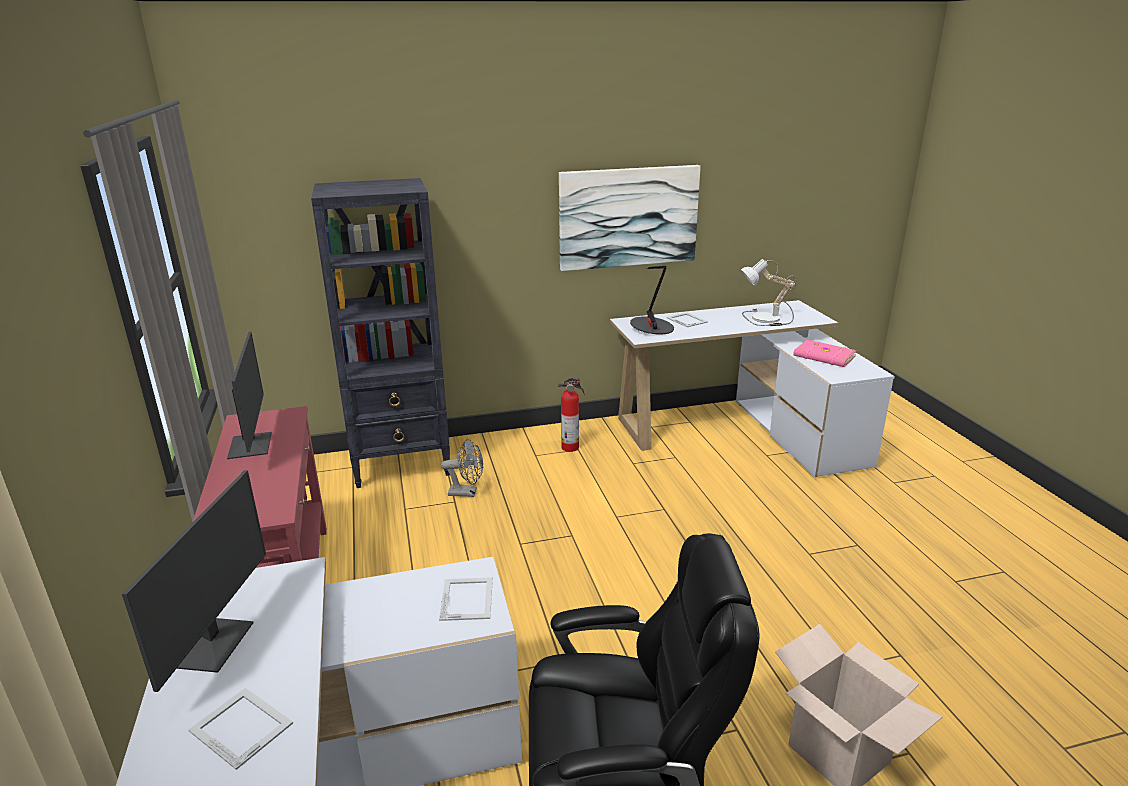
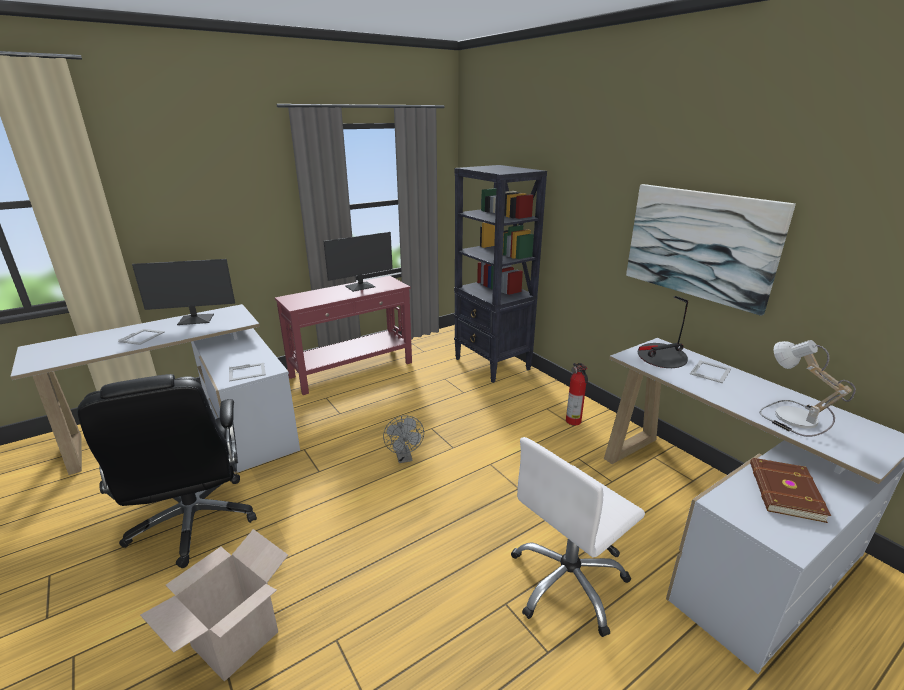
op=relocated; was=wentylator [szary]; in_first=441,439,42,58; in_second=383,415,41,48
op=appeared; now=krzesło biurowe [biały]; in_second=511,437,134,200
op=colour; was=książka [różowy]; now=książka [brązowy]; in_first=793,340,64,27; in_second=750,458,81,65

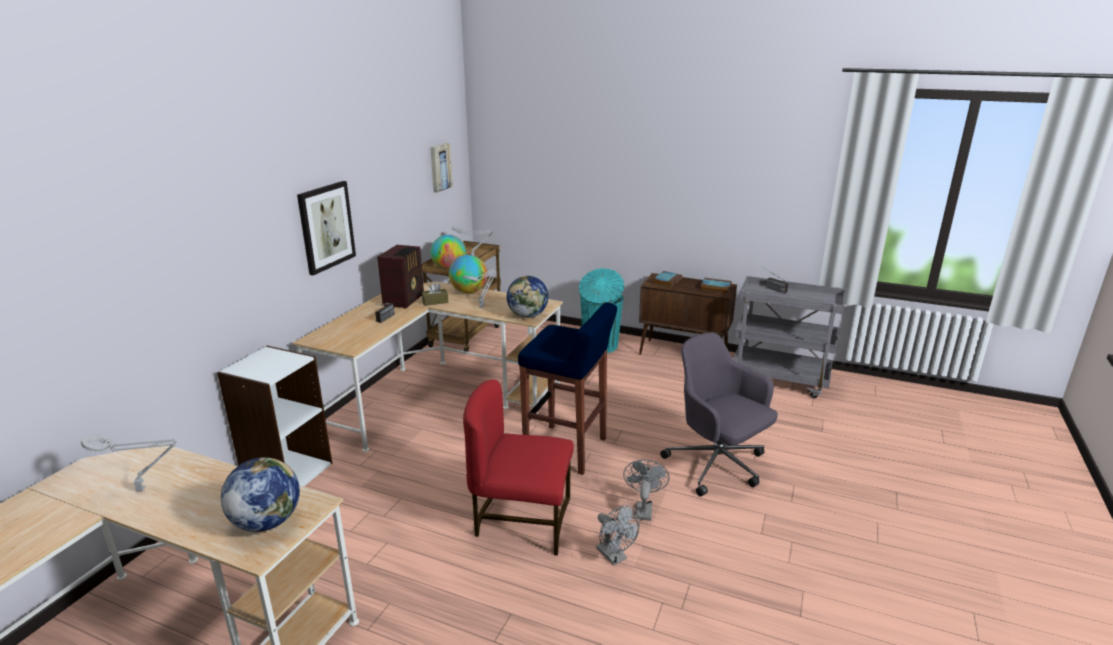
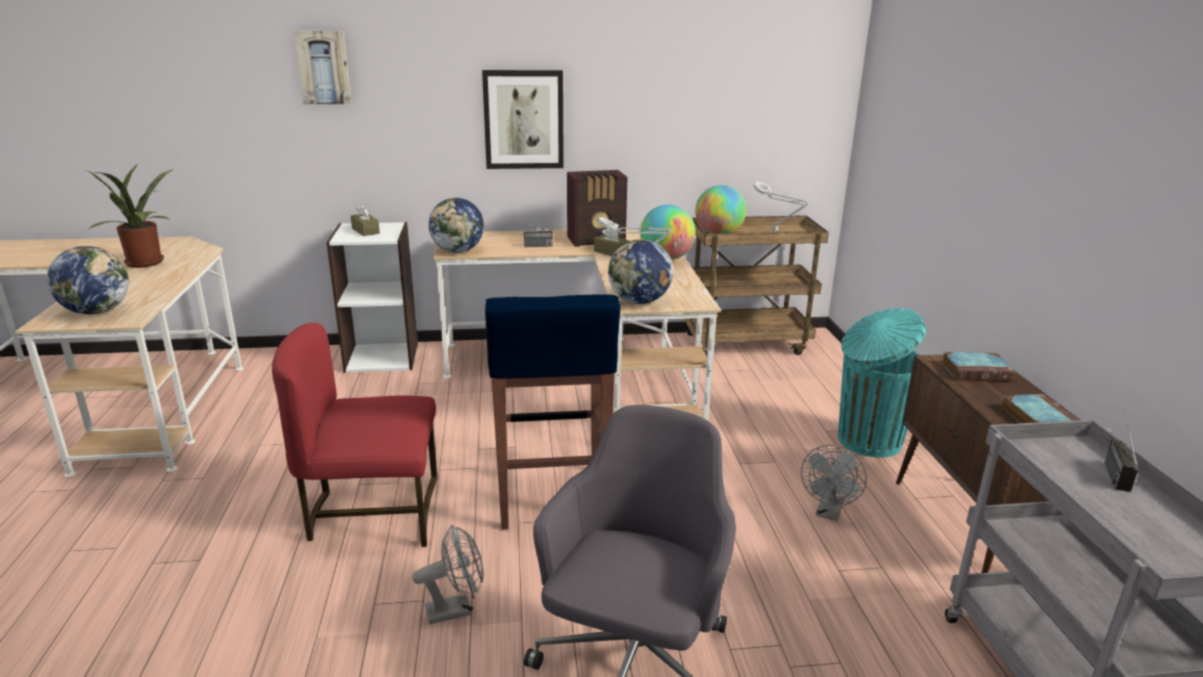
op=exchanged; was=lampa stołowa [szary]; now=roślina doniczkowa; in_first=81,434,96,58; in_second=86,165,88,103
op=spun; was=krzesło [czerwony]; in_first=463,380,111,176; in_second=272,323,165,224; clockwise=-75
op=relocated; was=obraz; in_first=430,143,23,50; in_second=294,31,57,73
op=appeared; now=pudełko chusteczek [brązowy]; in_second=351,204,29,32
op=appeared; now=globus; in_second=429,198,55,55
op=relocated; was=wentylator [szary]; in_first=596,505,44,60; in_second=801,445,66,76

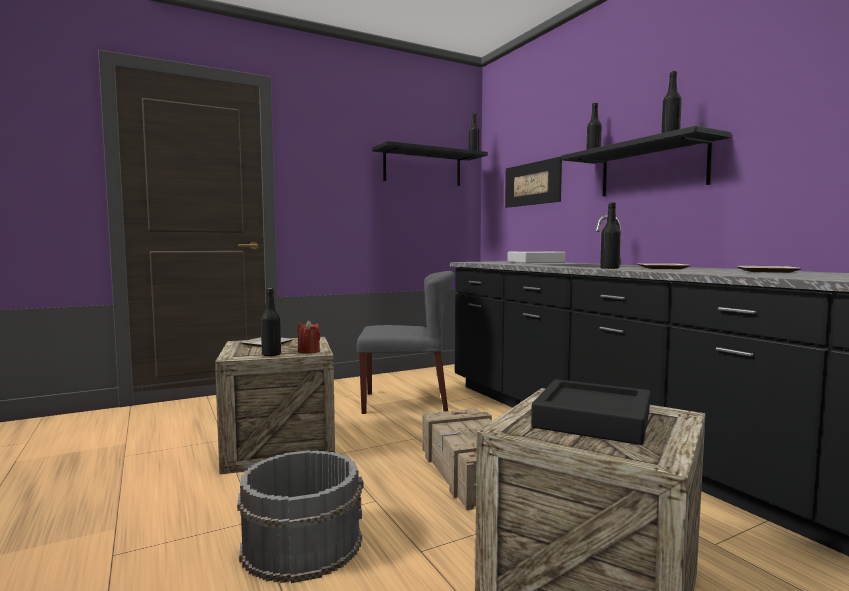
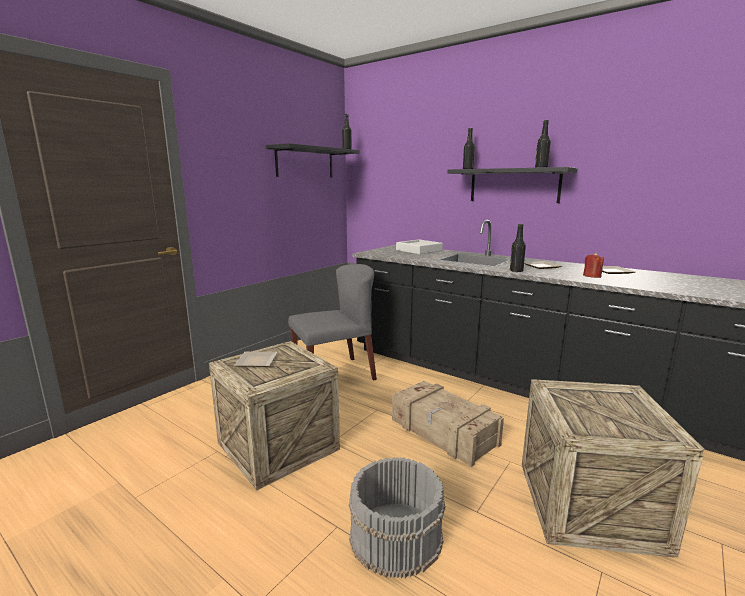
op=relocated; was=świeca [czerwony]; in_first=298,320,23,34; in_second=583,252,22,26
op=missing; was=butelka [czarny]; in_first=261,288,20,69
op=missing; was=obraz; in_first=505,157,57,51
op=missing; was=taca [czarny]; in_first=531,379,119,66

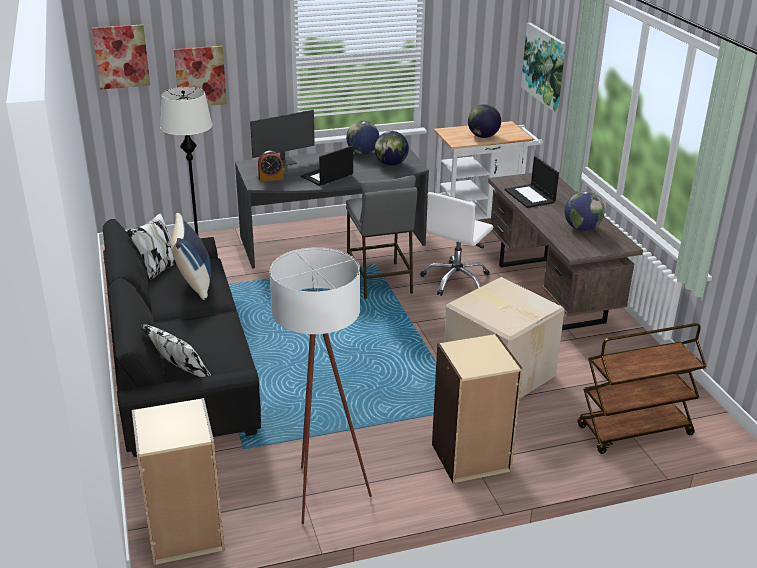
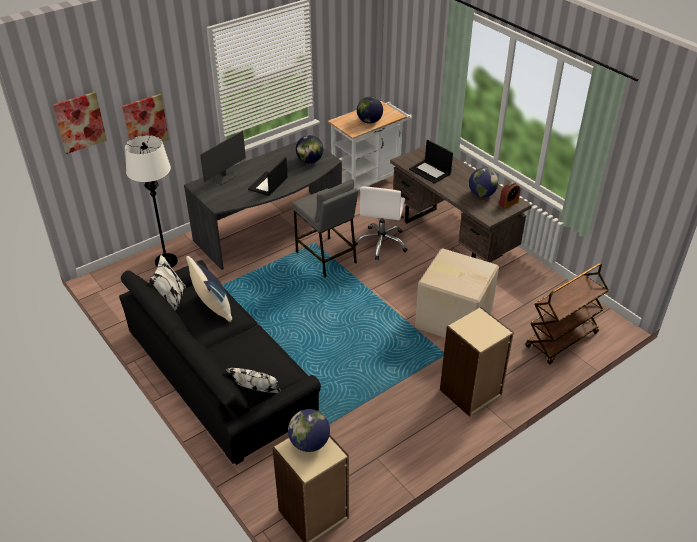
op=relocated; was=globus; in_first=346,121,33,33; in_second=288,409,42,43
op=relocated; was=budzik; in_first=258,151,25,31; in_second=499,182,21,27
op=missing; was=lampa stojąca [biały]; in_first=269,247,103,277
op=missing; was=obraz; in_first=521,22,45,90

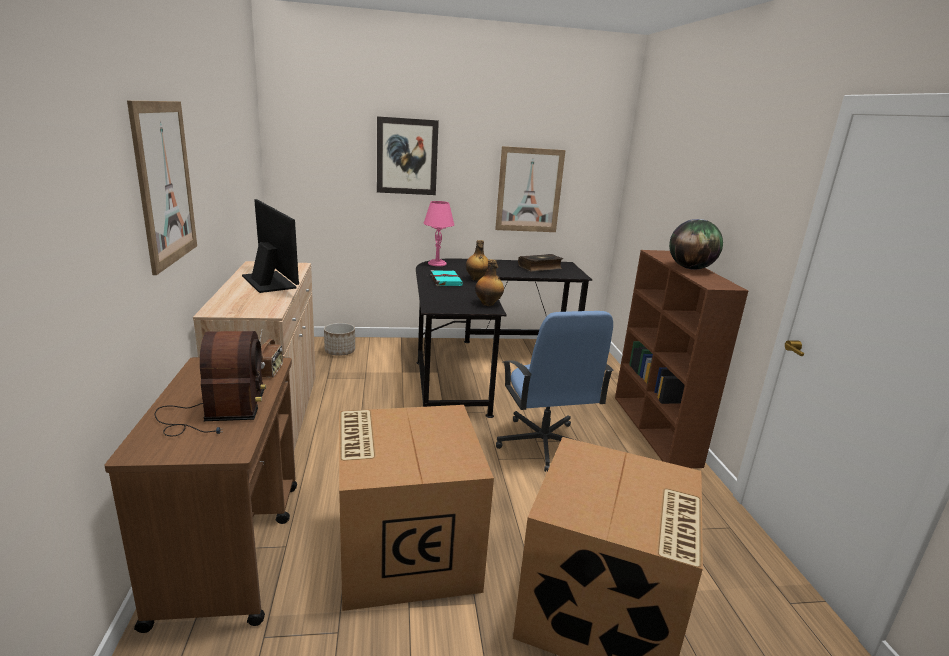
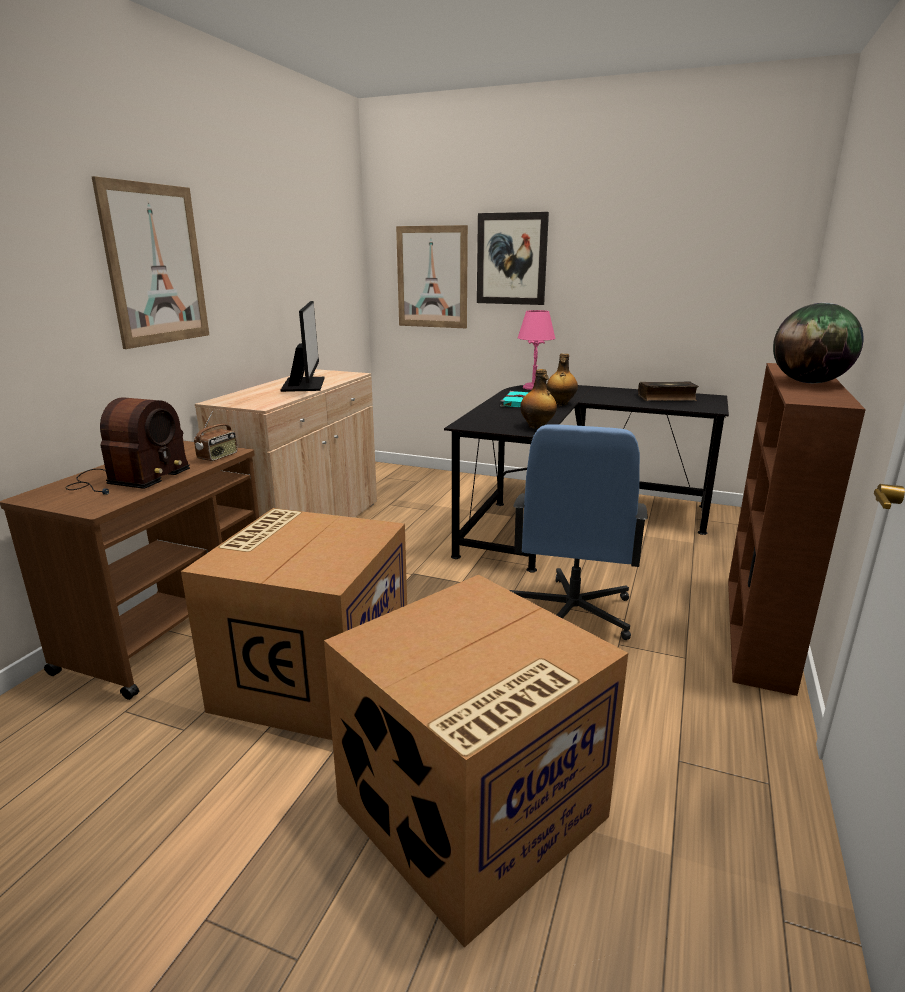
op=relocated; was=obraz; in_first=495,146,71,86; in_second=396,225,72,103
op=missing; was=donica; in_first=324,323,31,33

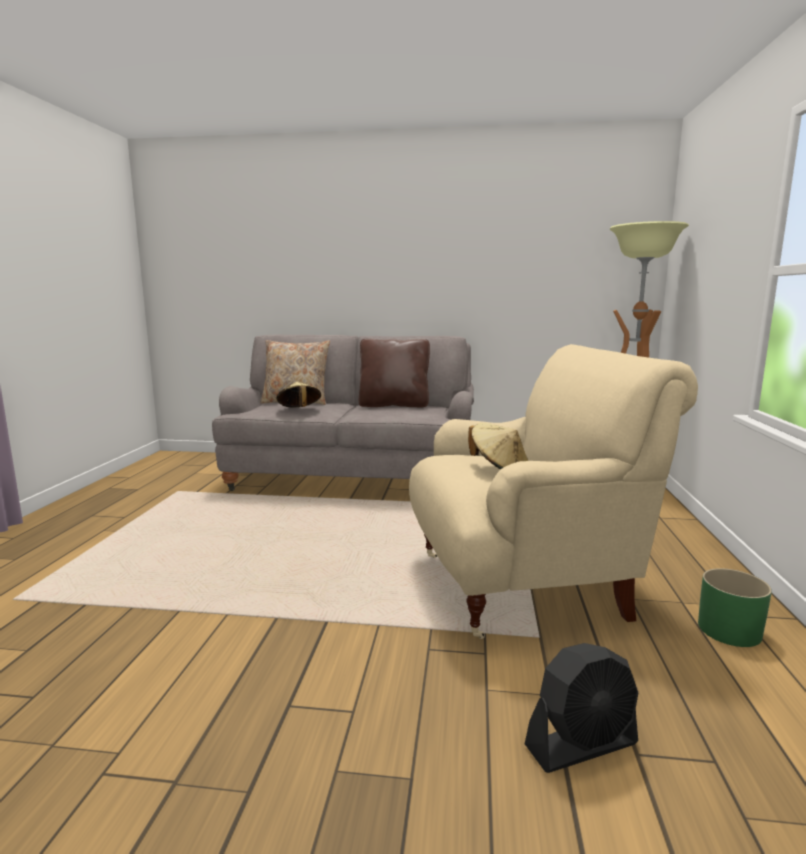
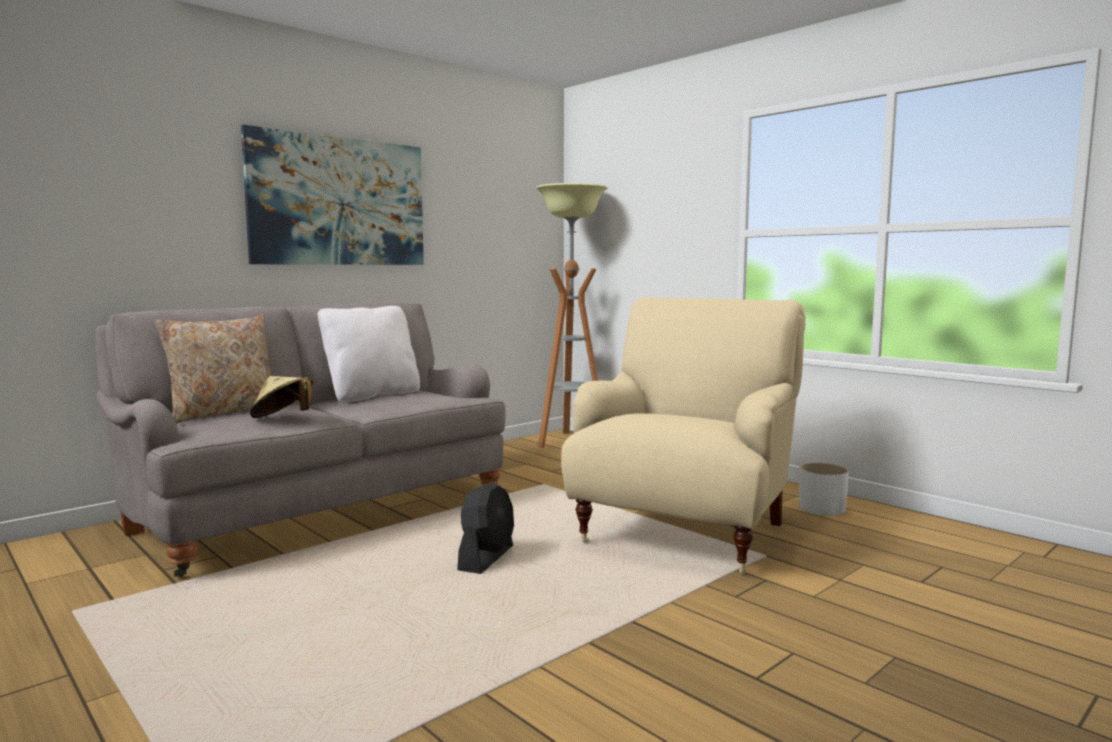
op=appeared; now=obraz; in_second=241,125,183,140
op=colour; was=poduszka [brązowy]; now=poduszka [biały]; in_first=359,338,71,70; in_second=318,306,102,97
op=relocated; was=wentylator [czarny]; in_first=525,643,113,130; in_second=457,482,57,92
op=colour; was=donica [zielony]; now=donica [biały]; in_first=698,568,74,79; in_second=799,463,50,53
op=missing; was=kapelusz [beżowy]; in_first=468,423,60,47

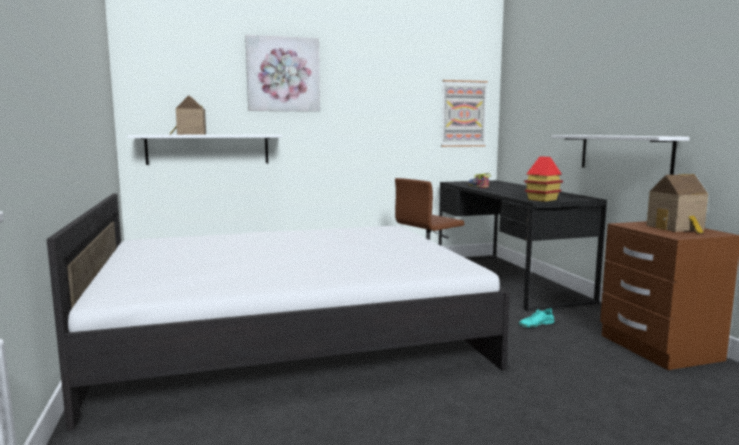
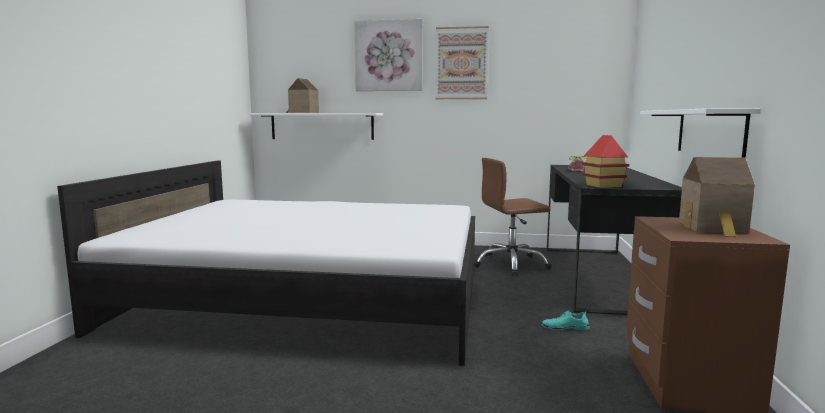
op=relocated; was=obraz; in_first=441,80,47,67; in_second=435,26,54,73

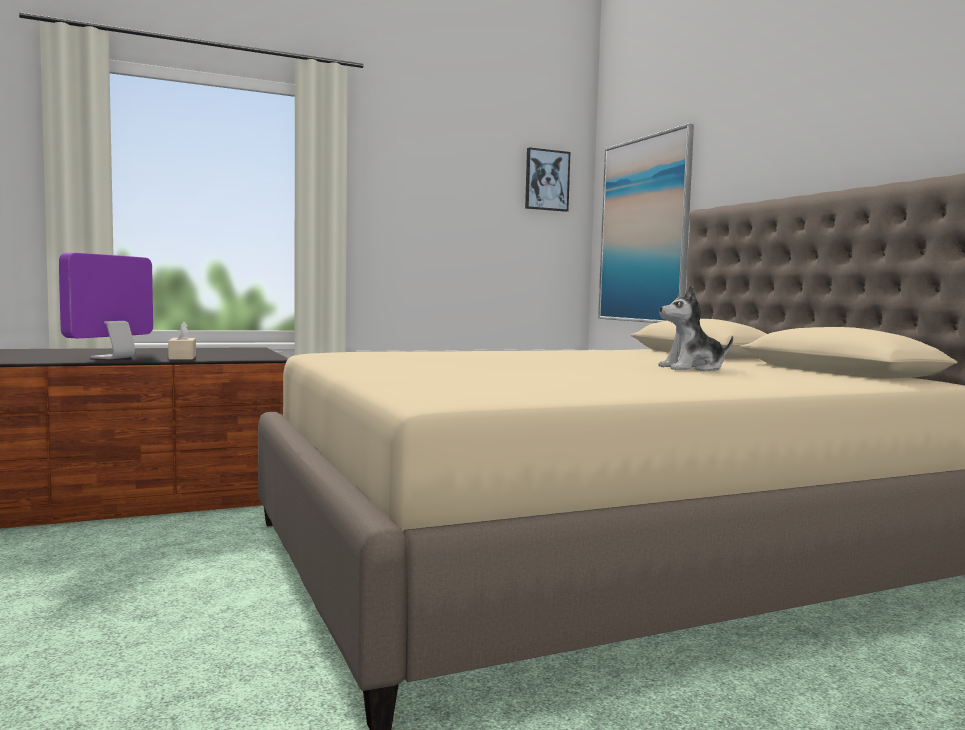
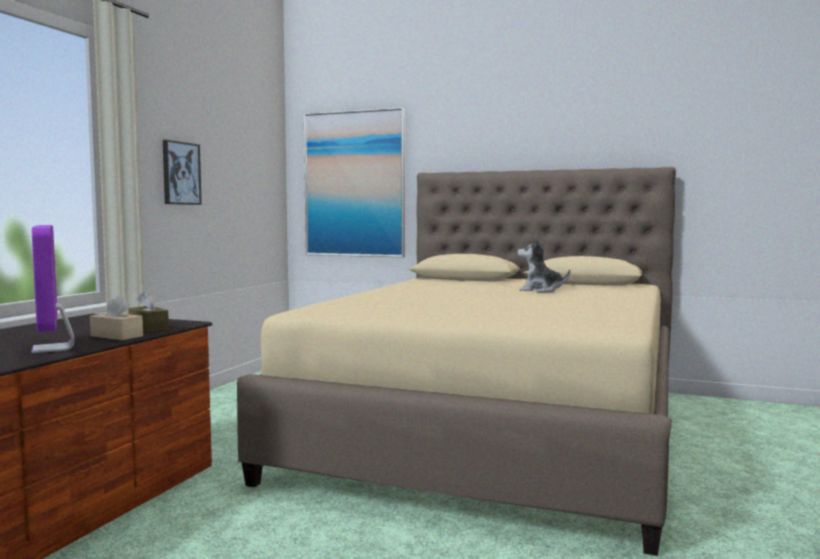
op=appeared; now=pudełko chusteczek [brązowy]; in_second=128,291,41,41
op=relocated; was=obraz; in_first=525,147,45,65; in_second=163,140,39,65
op=spun; was=pluszak; in_first=658,285,75,86; in_second=518,236,52,56; clockwise=75

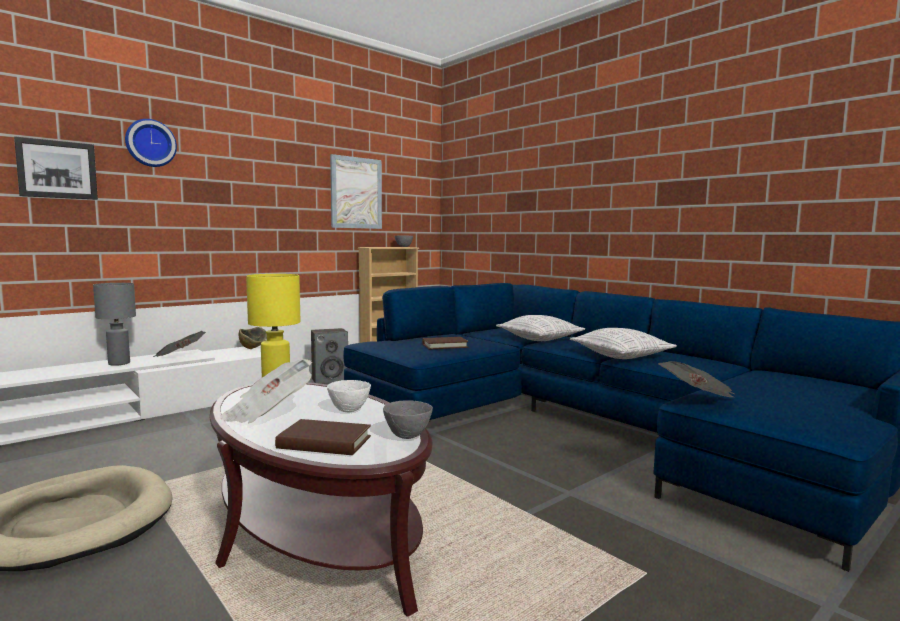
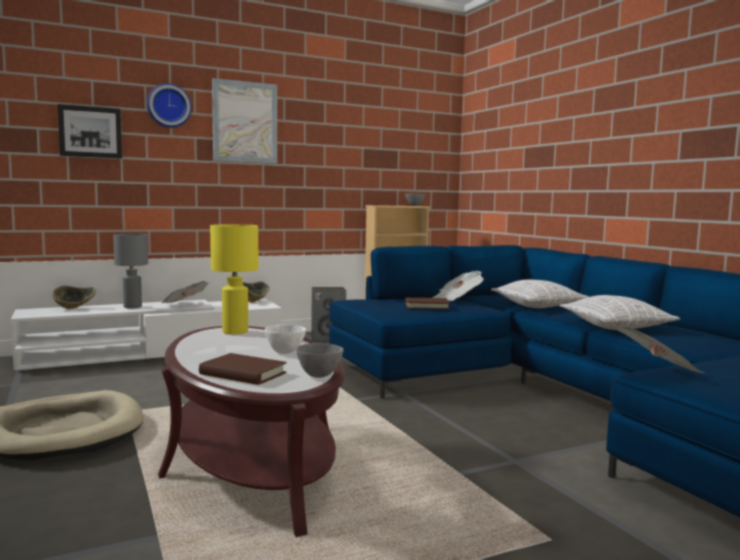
op=appeared; now=miska; in_second=52,285,44,24
op=relocated; was=obraz; in_first=330,154,52,75; in_second=212,78,65,86
op=relocated; was=gazeta; in_first=220,359,92,64; in_second=433,271,51,30

